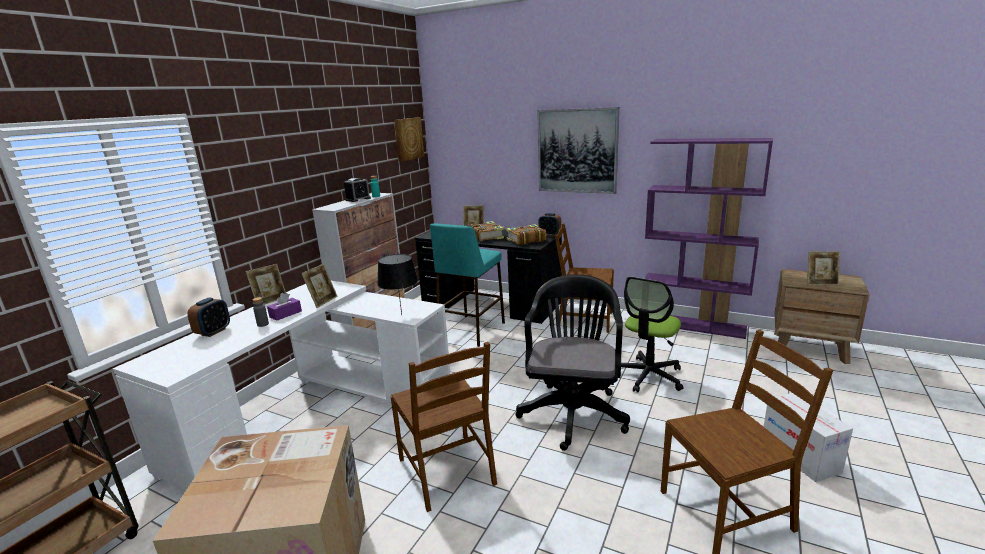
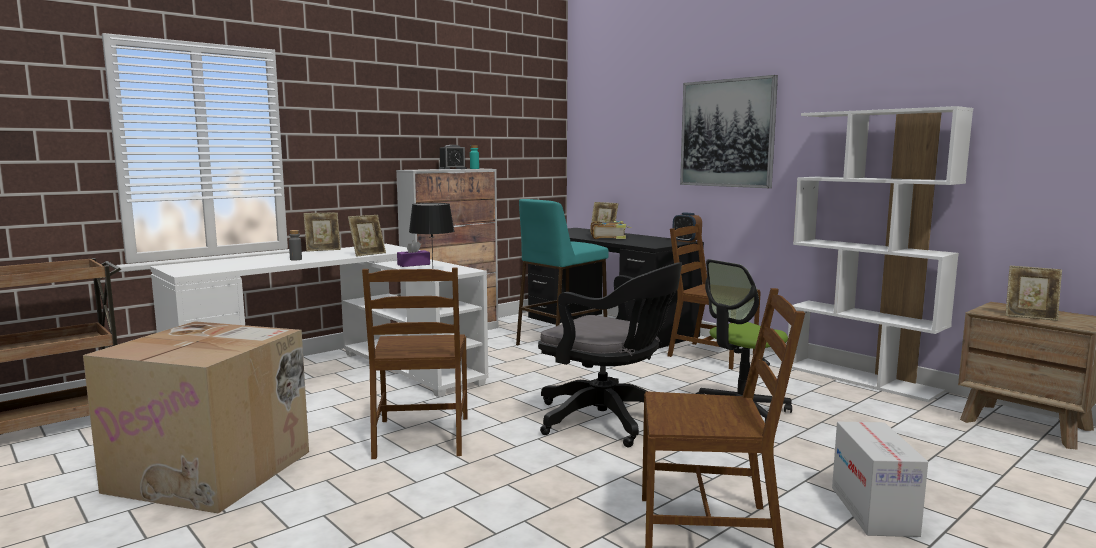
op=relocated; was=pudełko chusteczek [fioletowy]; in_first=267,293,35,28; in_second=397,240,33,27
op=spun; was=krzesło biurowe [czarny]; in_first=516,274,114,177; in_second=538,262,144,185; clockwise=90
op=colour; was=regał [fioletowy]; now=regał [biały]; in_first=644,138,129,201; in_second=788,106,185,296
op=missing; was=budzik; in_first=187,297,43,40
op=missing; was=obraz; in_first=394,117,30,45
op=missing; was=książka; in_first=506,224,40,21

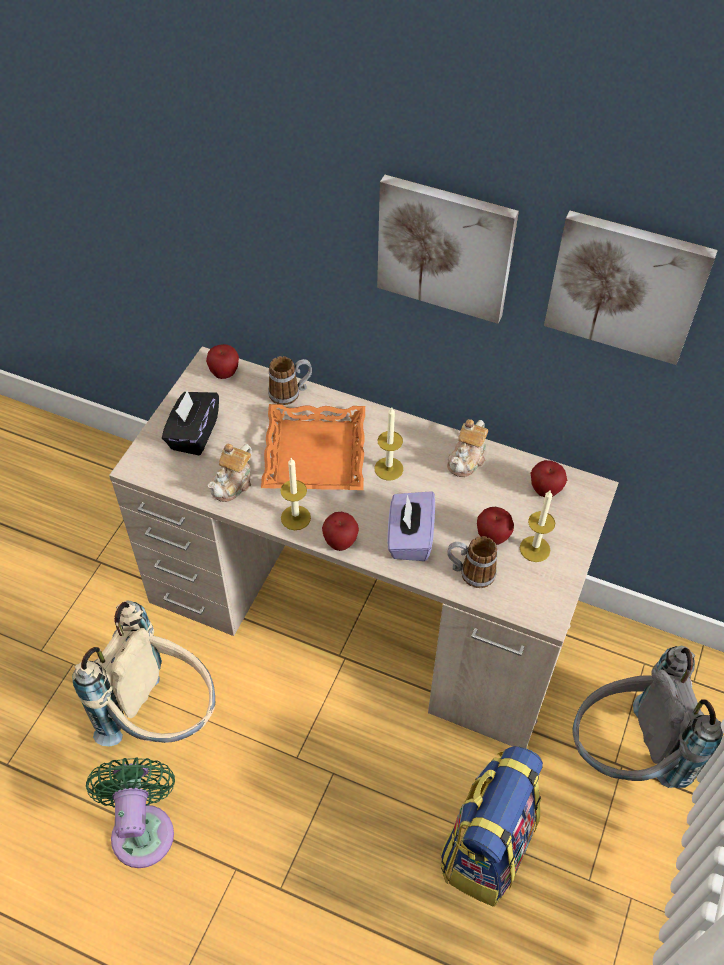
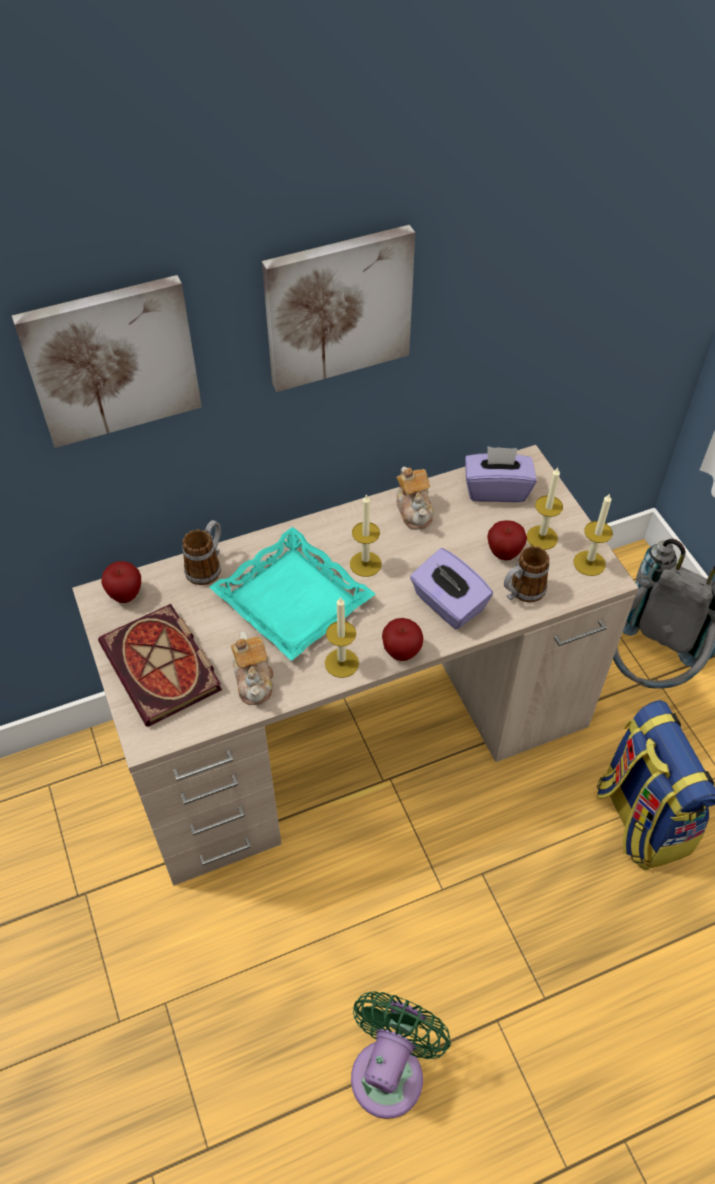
op=relocated; was=obraz; in_first=544,211,174,154; in_second=12,275,190,173
op=exchanged; was=pudełko chusteczek [czarny]; now=książka; in_first=162,391,57,64; in_second=98,604,124,123
op=colour; was=taca [pomarańczowy]; now=taca [turkusowy]; in_first=261,404,104,86; in_second=209,527,166,134
op=spun; was=wentylator [zielony]; in_first=86,757,89,111; in_second=351,991,100,128; clockwise=75
op=exchanged; was=jabłko; now=pudełko chusteczek [fioletowy]; in_first=530,460,37,37; in_second=465,446,72,56
op=appeared; now=świeca; in_second=574,493,39,83
op=missing; was=plecak [beżowy]; in_first=72,601,143,146

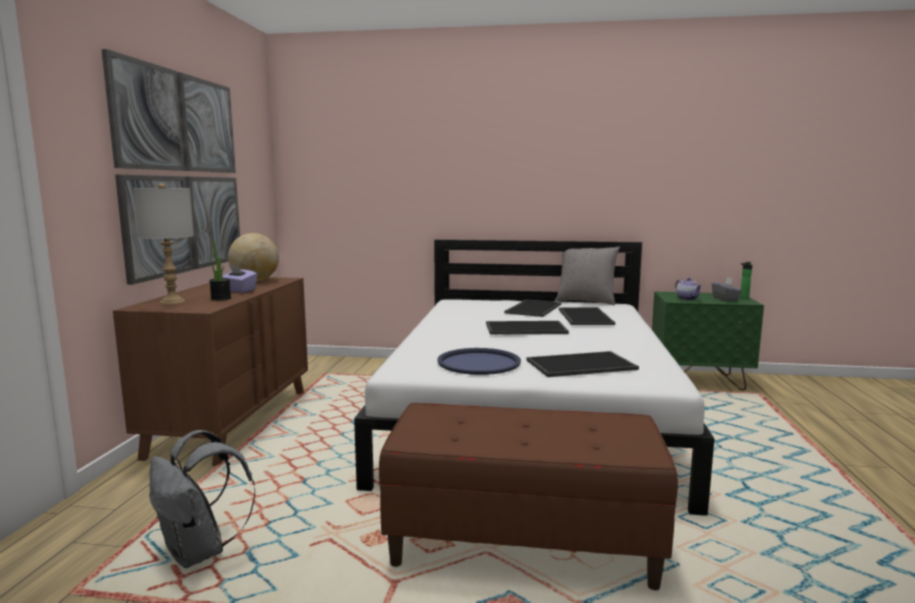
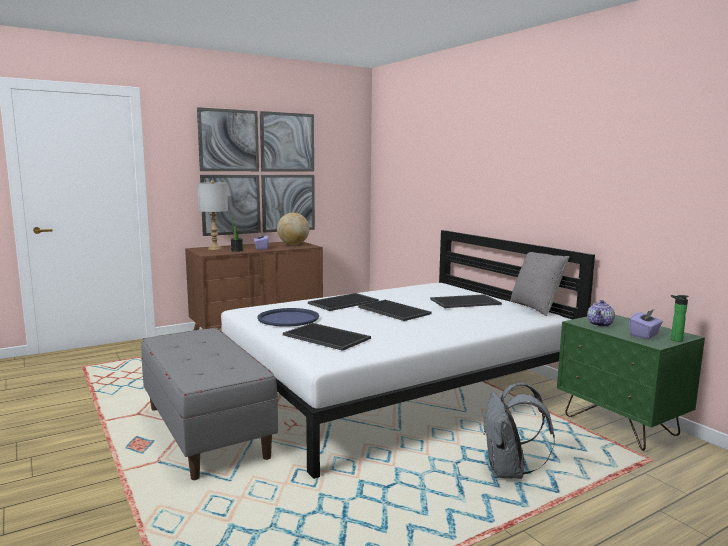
op=colour; was=ławka [brązowy]; now=ławka [szary]; in_first=379,403,299,187; in_second=141,328,137,152
op=relocated; was=taca; in_first=559,307,56,18; in_second=308,293,71,18
op=relocated; was=plecak [szary]; in_first=149,430,107,138; in_second=483,383,72,96
op=colour; was=pudełko chusteczek [szary]; now=pudełko chusteczek [fioletowy]; in_first=712,277,30,24; in_second=629,309,34,30

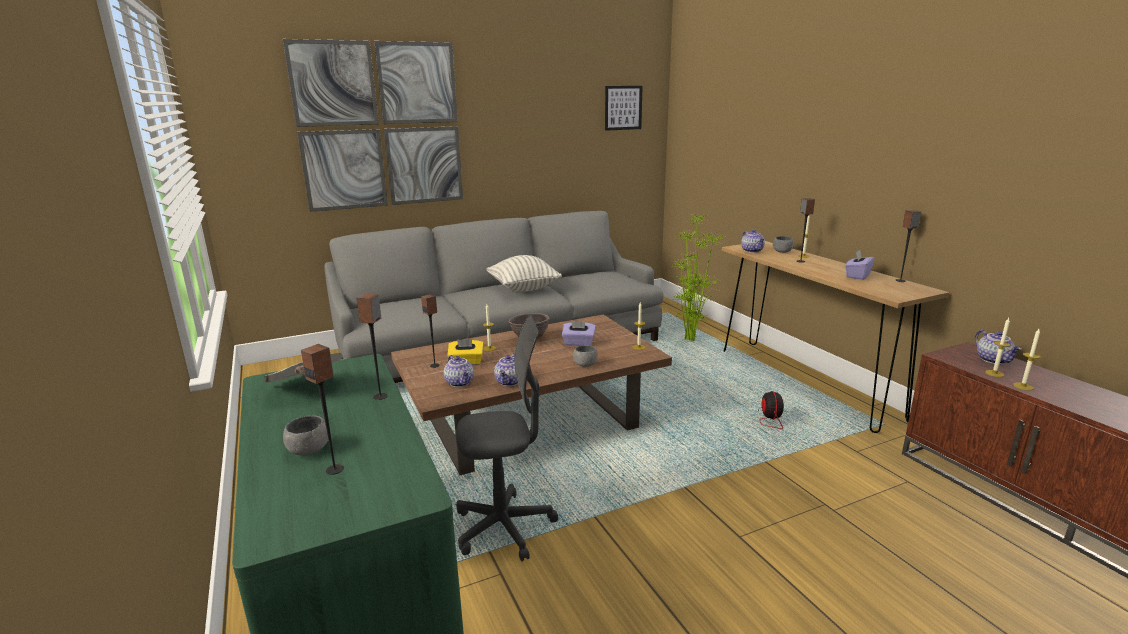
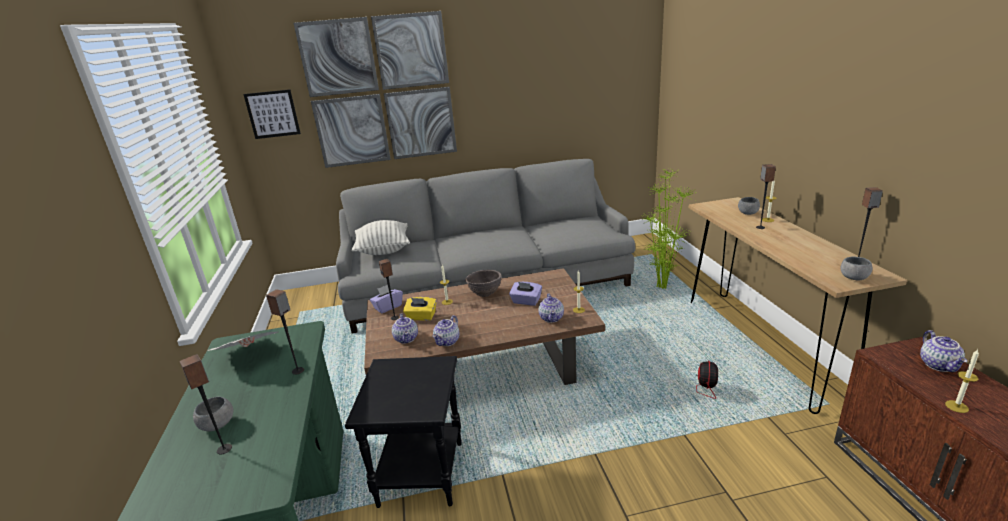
op=relocated; was=obraz; in_first=605,86,38,45; in_second=243,89,58,50
op=exchanged; was=krzesło biurowe [szary]; now=stolik [czarny]; in_first=456,316,102,245; in_second=345,356,116,152
op=relocated; was=poduszka; in_first=486,255,76,37; in_second=352,220,58,35
op=relocated; was=pudełko chusteczek [fioletowy]; in_first=845,250,29,30; in_second=370,285,33,29
op=relocated; was=imbryk; in_first=741,229,24,24; in_second=538,293,26,30
op=relocated; was=miska [szary]; in_first=573,345,25,22; in_second=841,257,32,23
op=missing; was=świeca; in_first=985,318,26,59

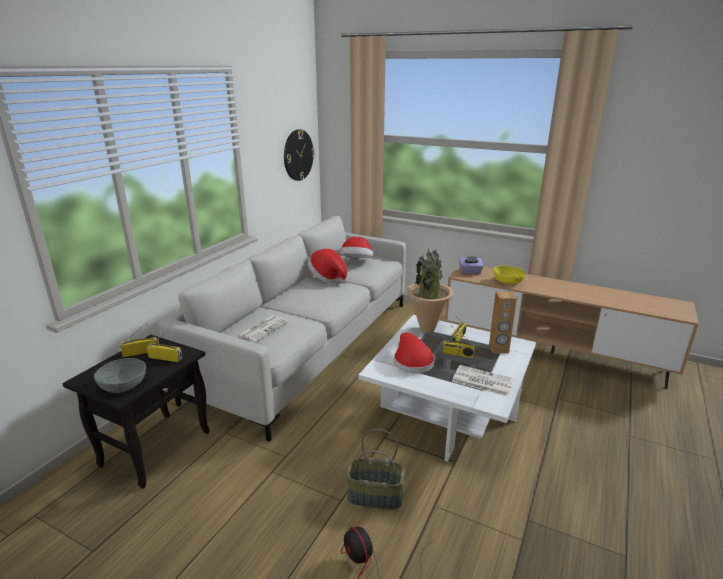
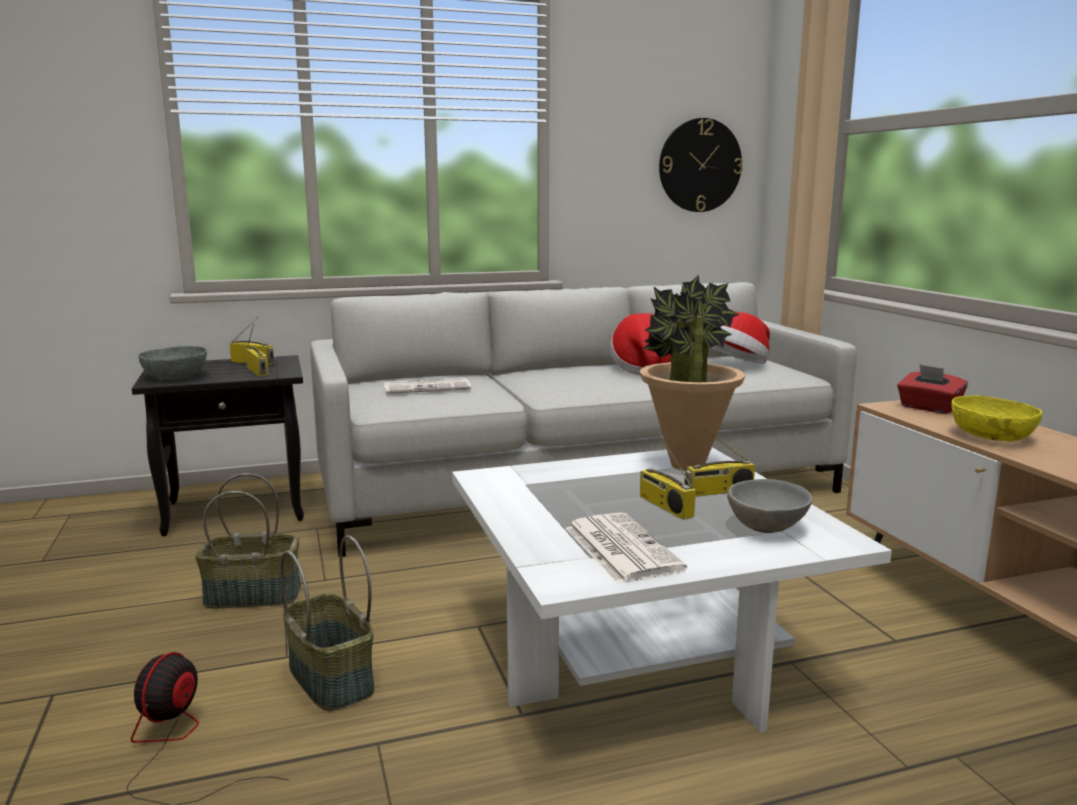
op=appeared; now=koszyk; in_second=195,473,106,135
op=exchanged; was=głośnik [brązowy]; now=miska [szary]; in_first=489,291,28,62; in_second=727,479,86,54
op=colour; was=pudełko chusteczek [fioletowy]; now=pudełko chusteczek [czerwony]; in_first=459,256,25,18; in_second=897,364,71,50
op=missing; was=kapelusz [czerwony]; in_first=394,333,41,41

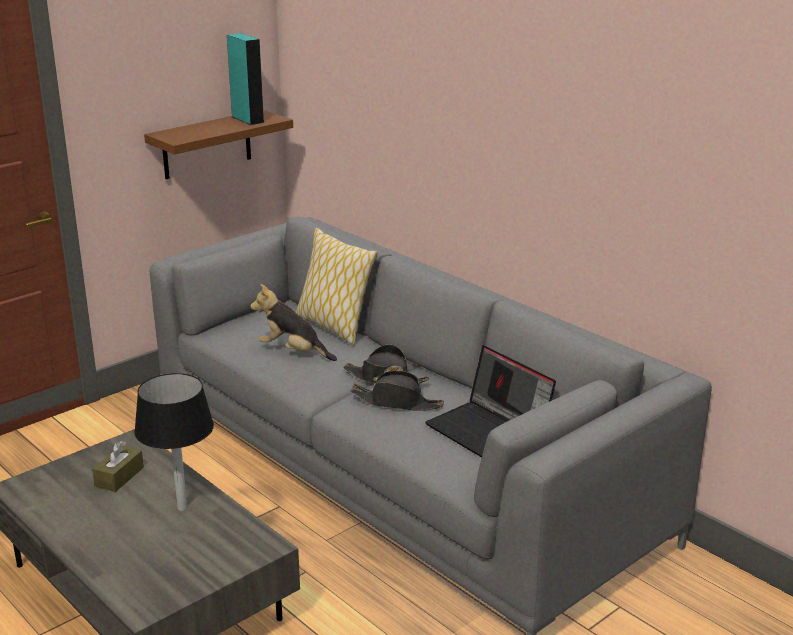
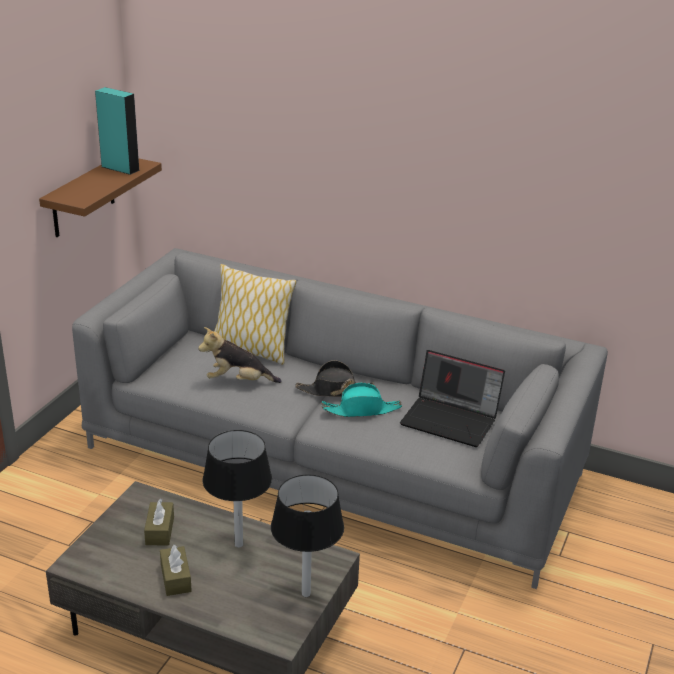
op=appeared; now=pudełko chusteczek [brązowy]; in_second=160,544,32,52
op=appeared; now=lampa stołowa [czarny]; in_second=271,474,73,123
op=colour; was=kapelusz [czarny]; now=kapelusz [turkusowy]; in_first=351,371,93,40; in_second=321,383,81,34

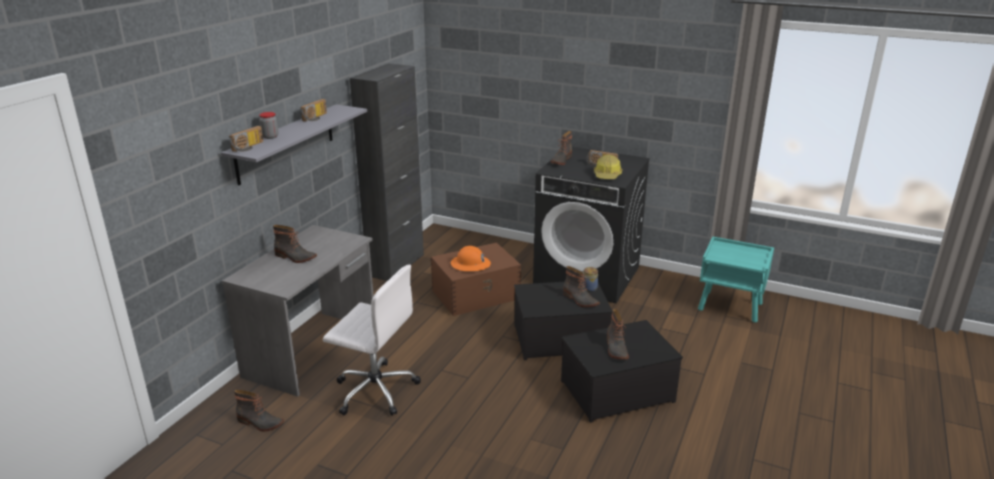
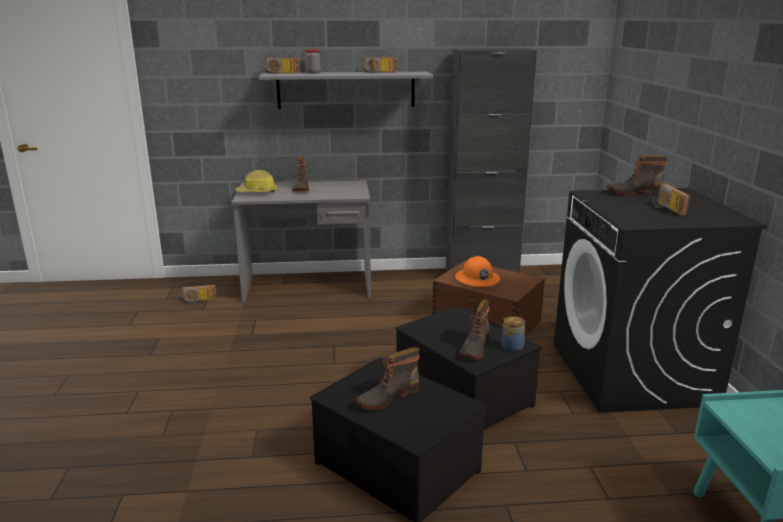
op=exchanged; was=but z cholewką; now=radio; in_first=234,390,50,41; in_second=180,285,37,19
op=relocated; was=kask; in_first=594,155,28,24; in_second=236,170,41,22
op=missing; was=krzesło biurowe [biały]; in_first=323,265,98,151

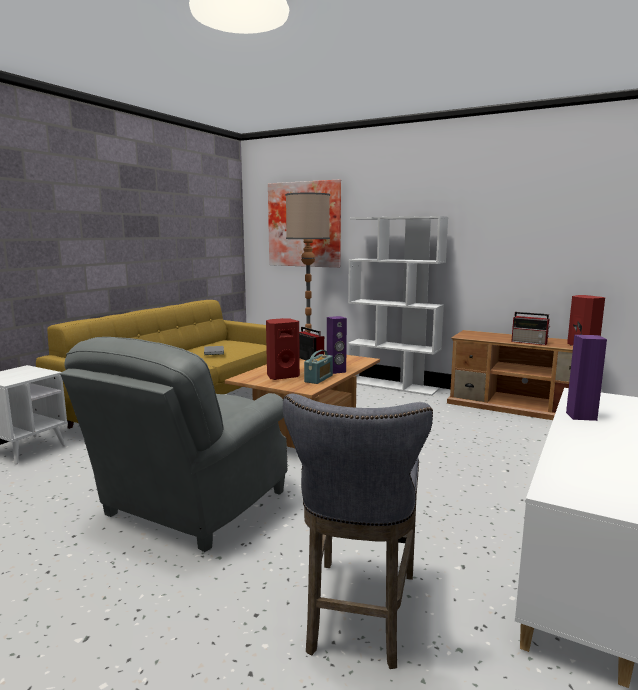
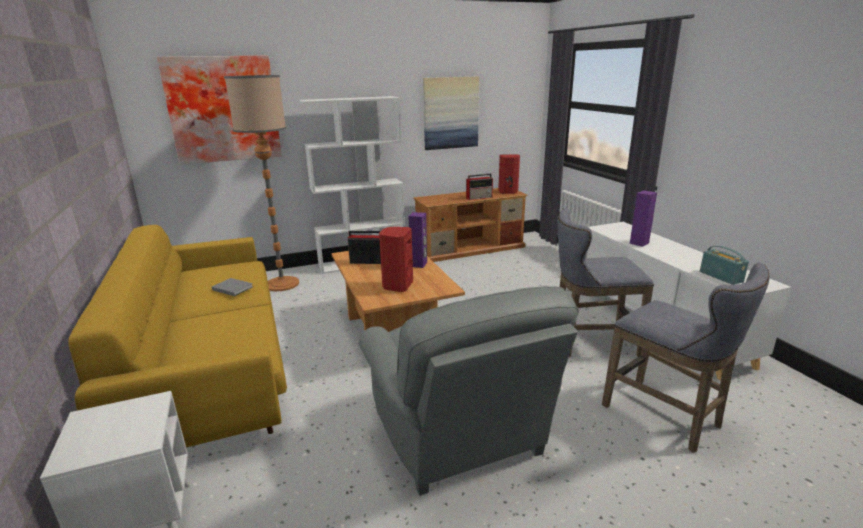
op=appeared; now=obraz; in_second=423,76,56,74
op=appeared; now=stołek [szary]; in_second=557,208,97,149
op=relocated; was=radio; in_first=304,350,29,34; in_second=700,246,49,39

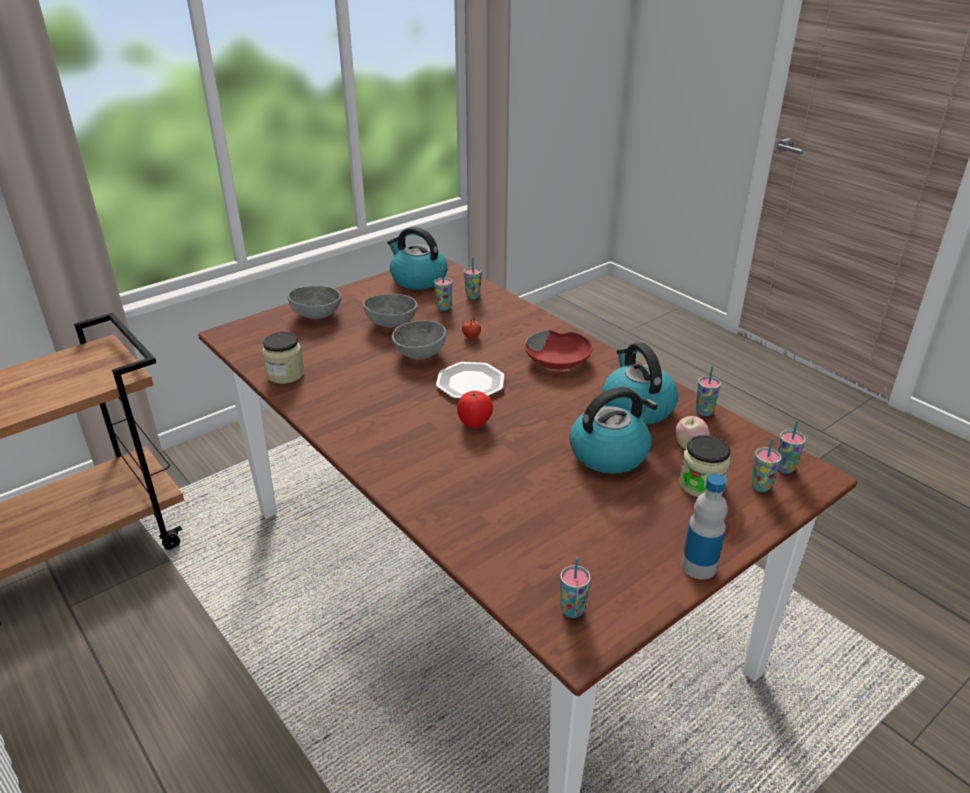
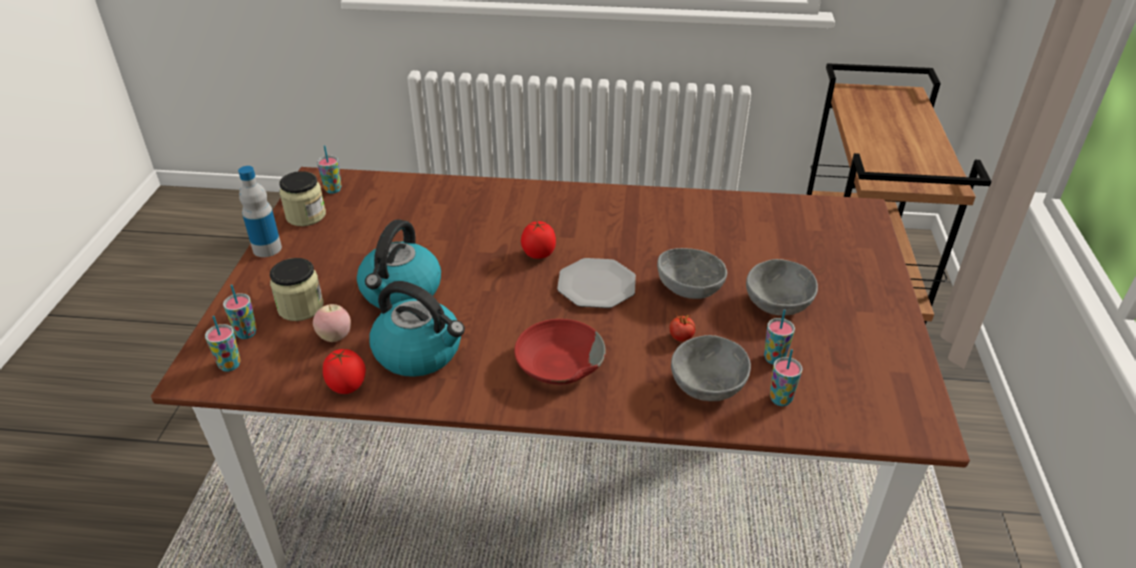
op=relocated; was=słoik; in_first=262,332,42,52; in_second=279,171,47,55
op=exchanged; was=filiżanka; now=pomidor; in_first=695,366,26,50; in_second=323,349,43,45
op=relocated; was=miska [szary]; in_first=288,286,53,33; in_second=671,335,80,66
op=missing; was=czajnik; in_first=387,227,60,63

